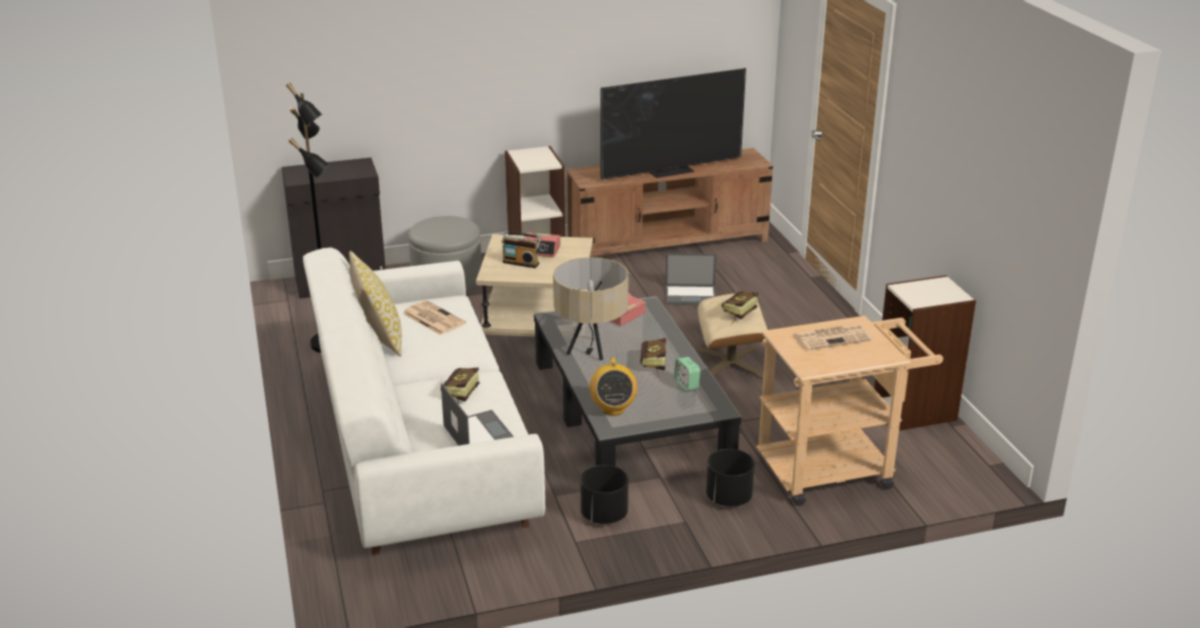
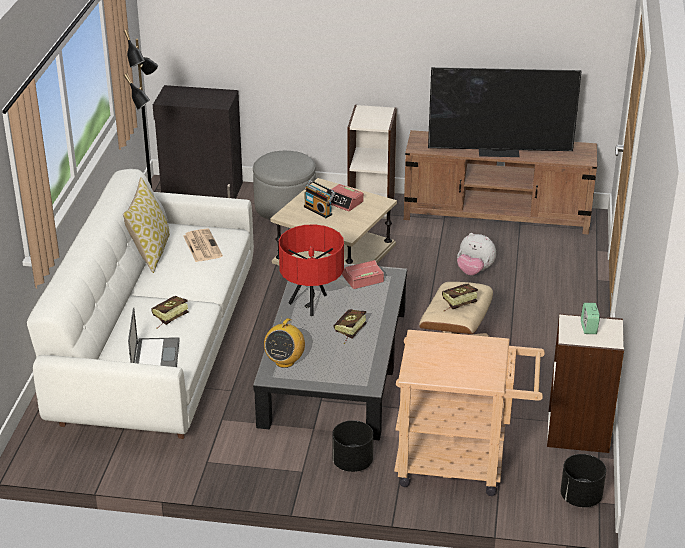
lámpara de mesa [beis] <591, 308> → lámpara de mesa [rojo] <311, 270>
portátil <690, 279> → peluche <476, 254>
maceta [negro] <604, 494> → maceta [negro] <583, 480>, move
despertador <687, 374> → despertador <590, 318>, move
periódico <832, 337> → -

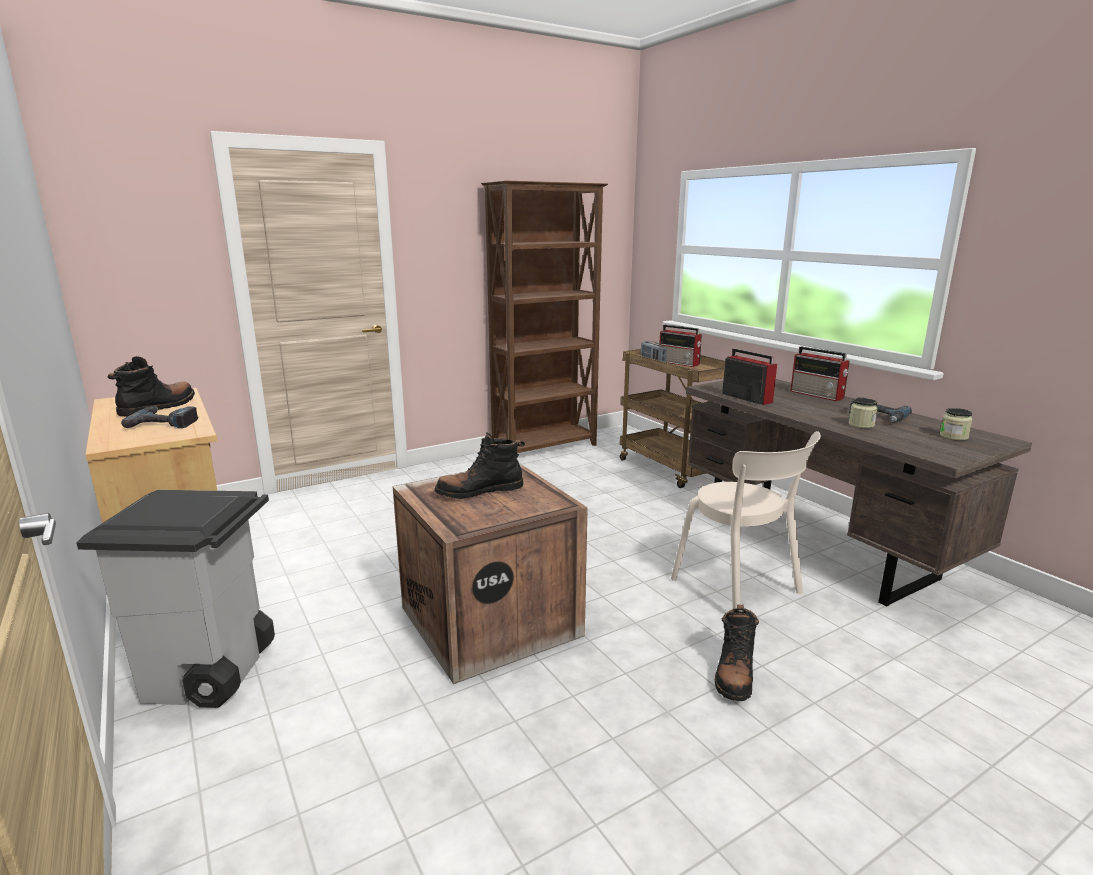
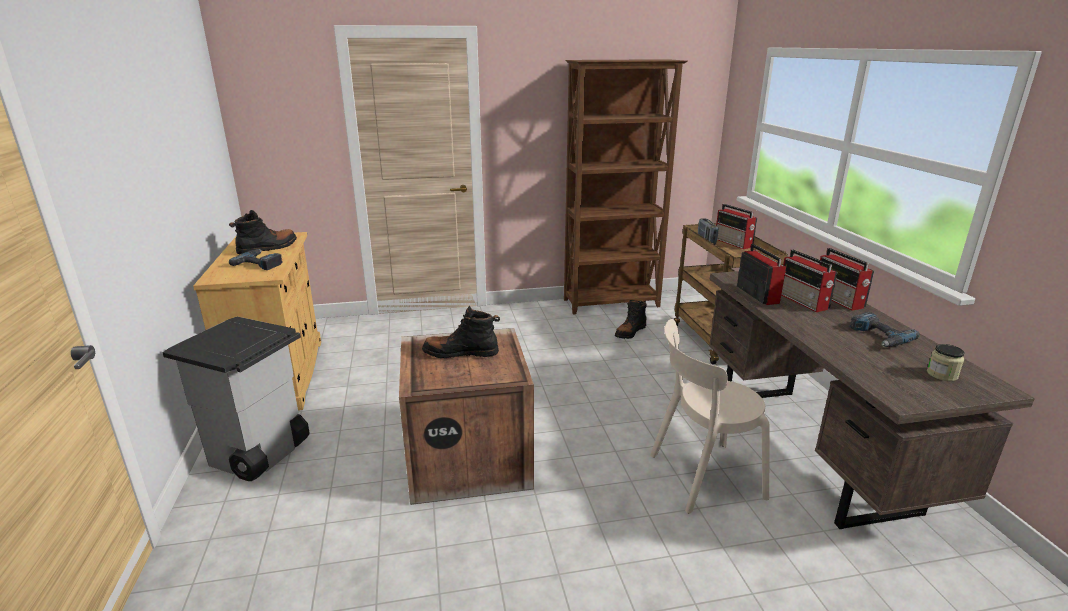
bota [negro] <737, 653> → bota [negro] <631, 319>, move
silla [beis] <746, 520> → silla [beis] <710, 416>, 90 degrees clockwise
- → radio <809, 281>
tarro <863, 413> → -

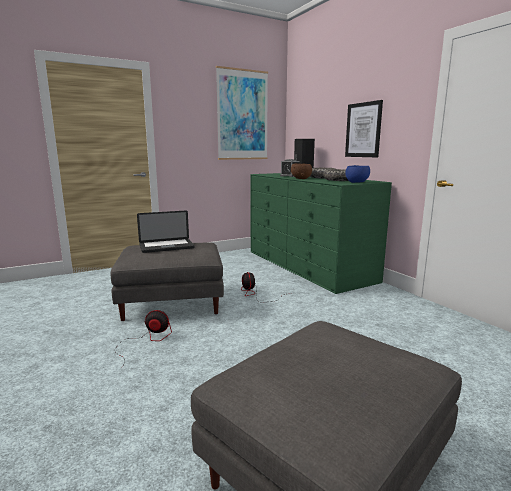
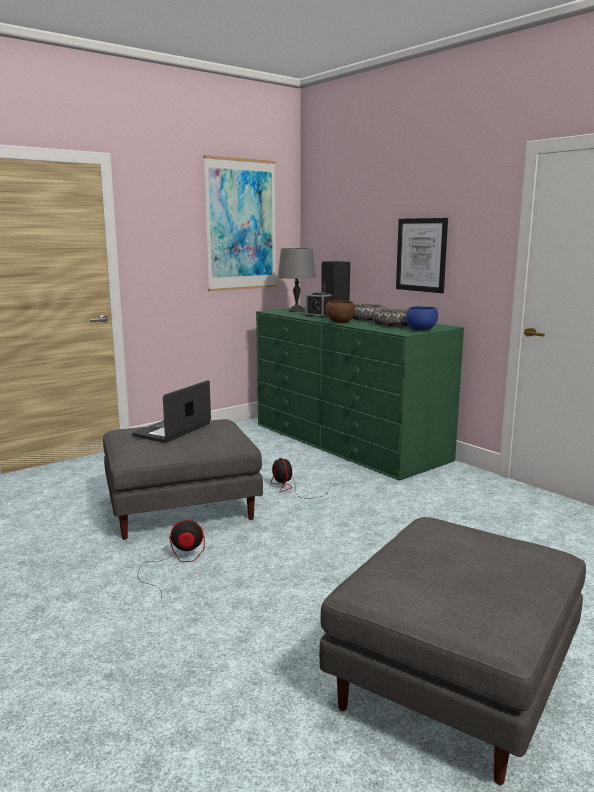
portátil <166, 232> → portátil <171, 411>, 150 degrees clockwise
- → lámpara de mesa [gris] <297, 280>

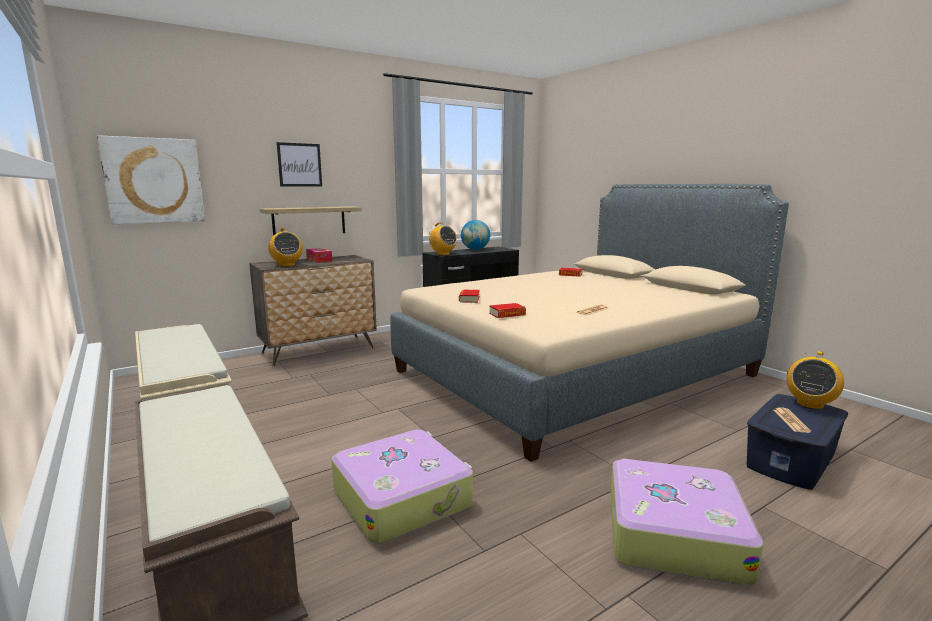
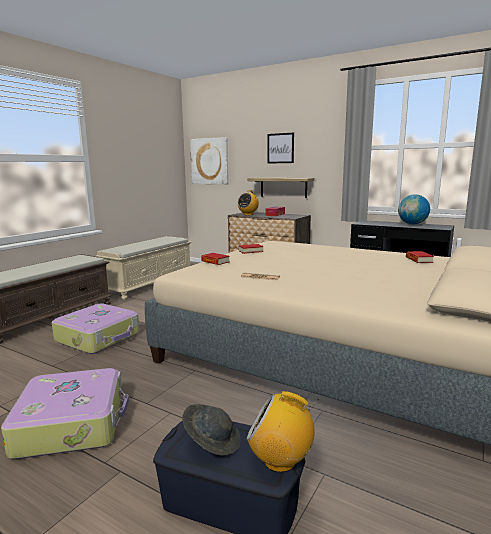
periódico <792, 420> → sombrero [gris] <211, 430>
radio <443, 238> → -

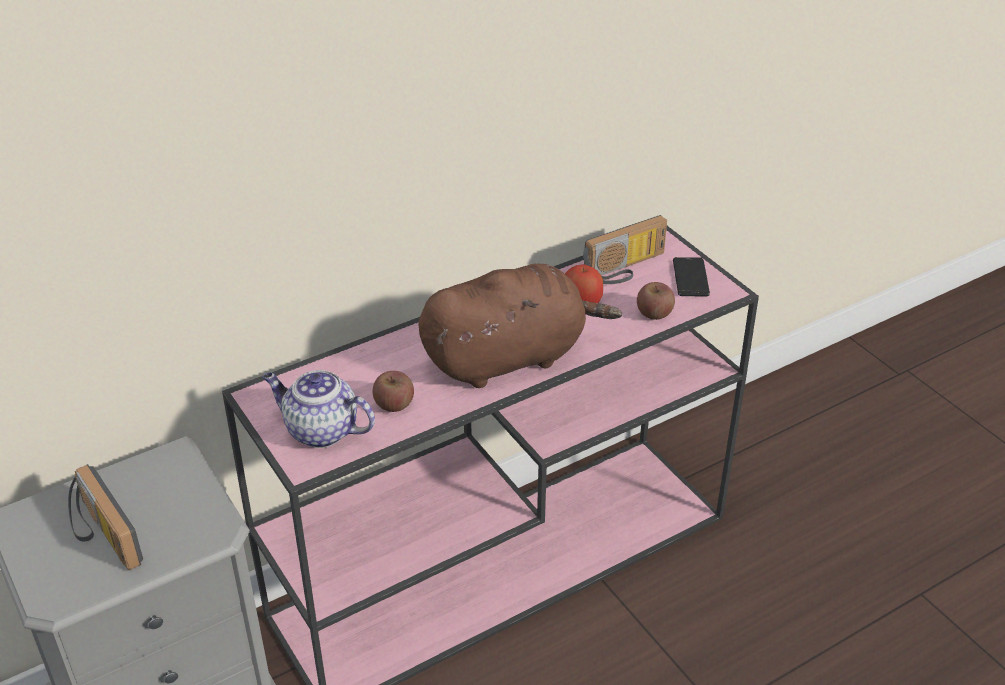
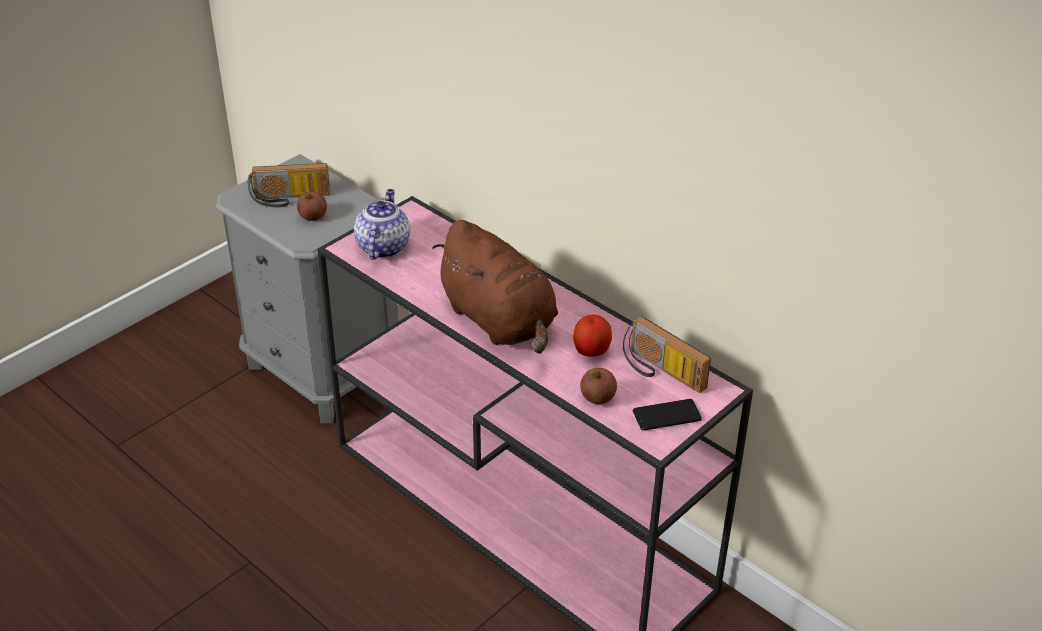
radio <105, 517> → radio <288, 185>, 135 degrees counterclockwise
manzana <393, 391> → manzana <312, 206>, move

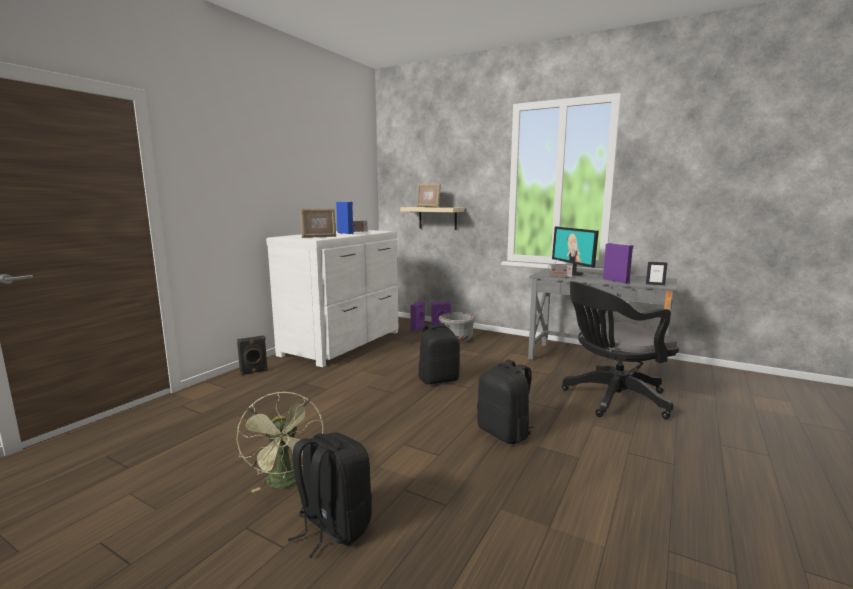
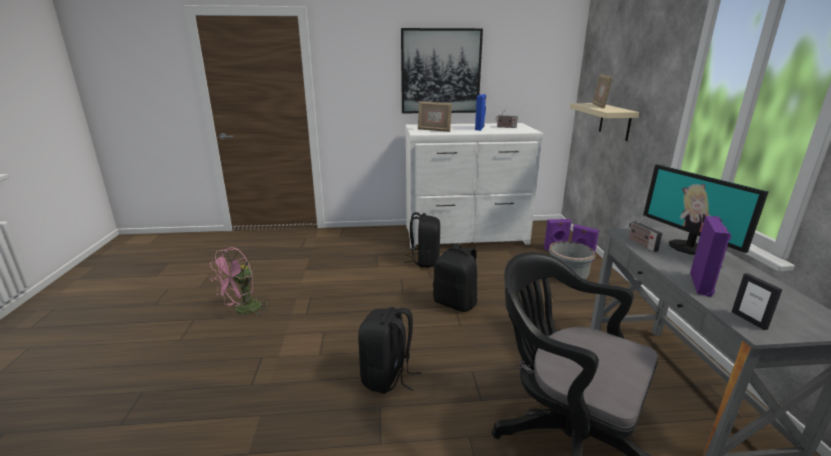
ventilador [verde] <280, 442> → ventilador [rosa] <240, 281>
- → cuadro <442, 70>
mochila [negro] <330, 495> → mochila [negro] <422, 239>, move
monitor <575, 251> → monitor <706, 209>, 60 degrees counterclockwise
altavoz [negro] <252, 355> → -

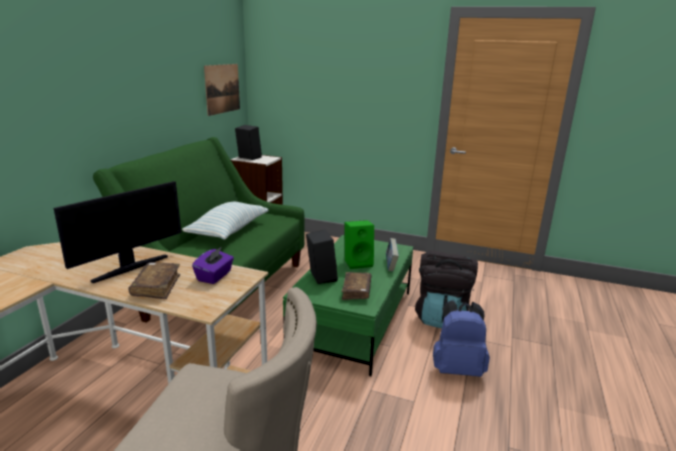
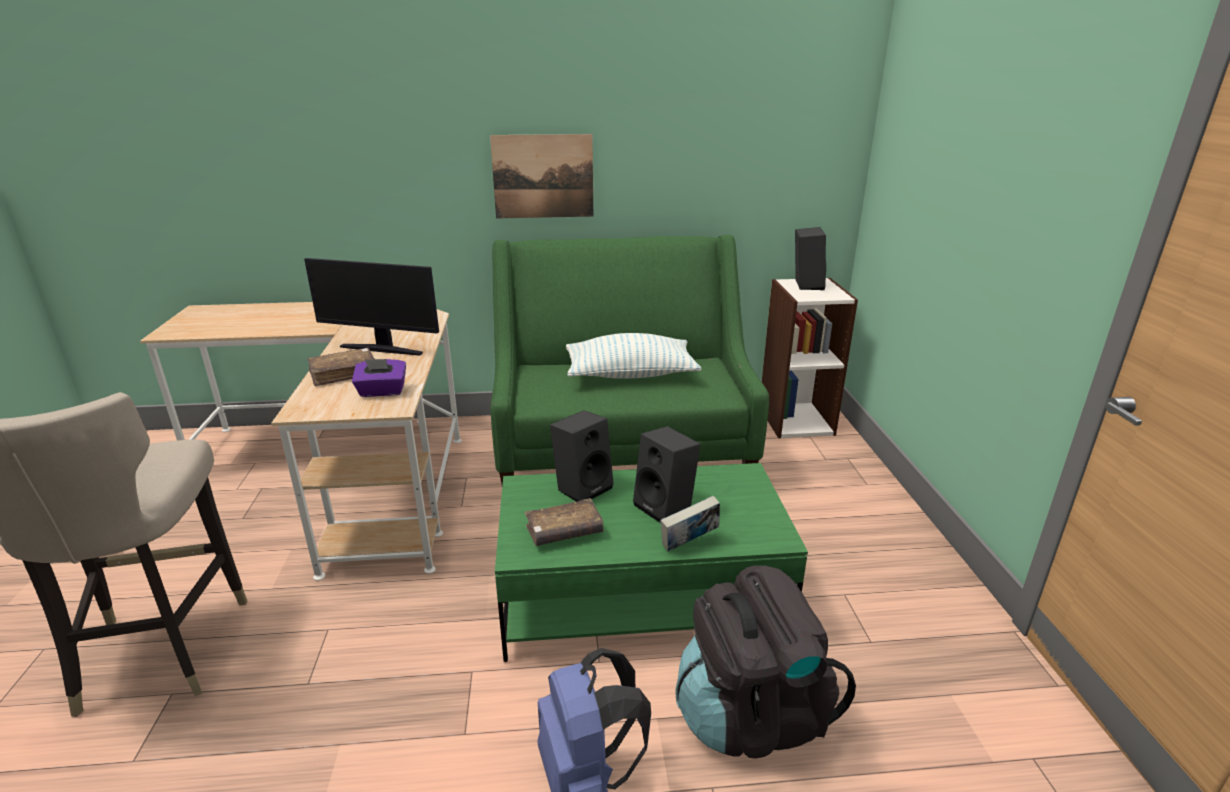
cuadro <222, 90> → cuadro <542, 176>, move
altavoz [verde] <359, 244> → altavoz [negro] <667, 474>

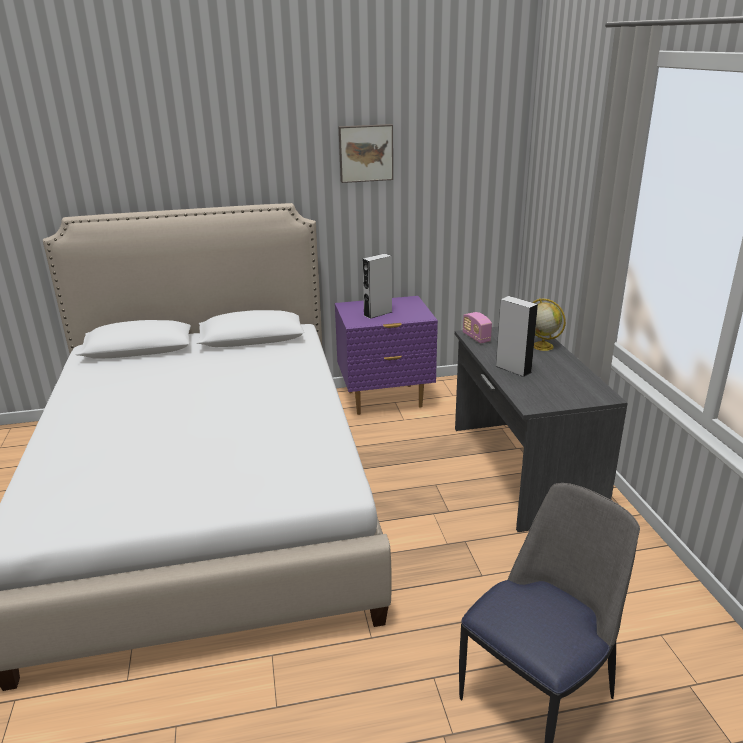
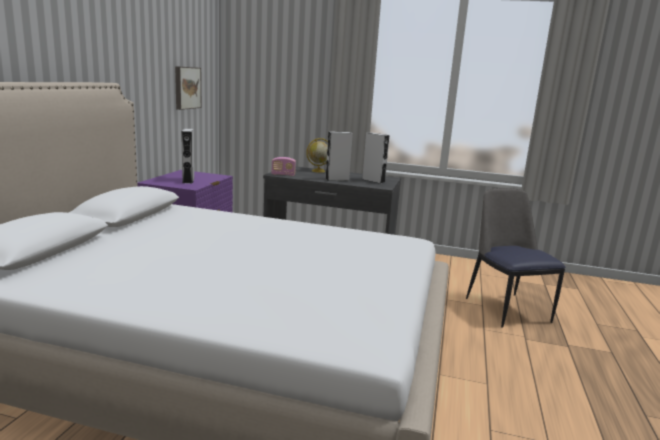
cuadro <366, 153> → cuadro <188, 88>, move
- → altavoz [gris] <375, 158>

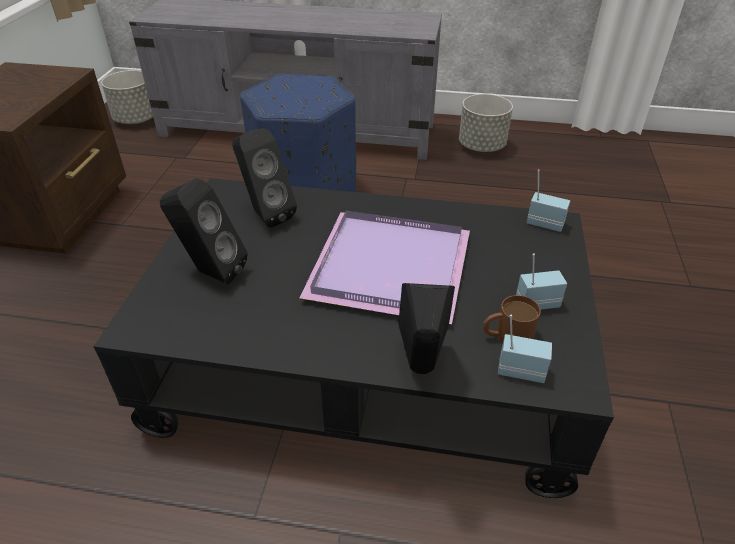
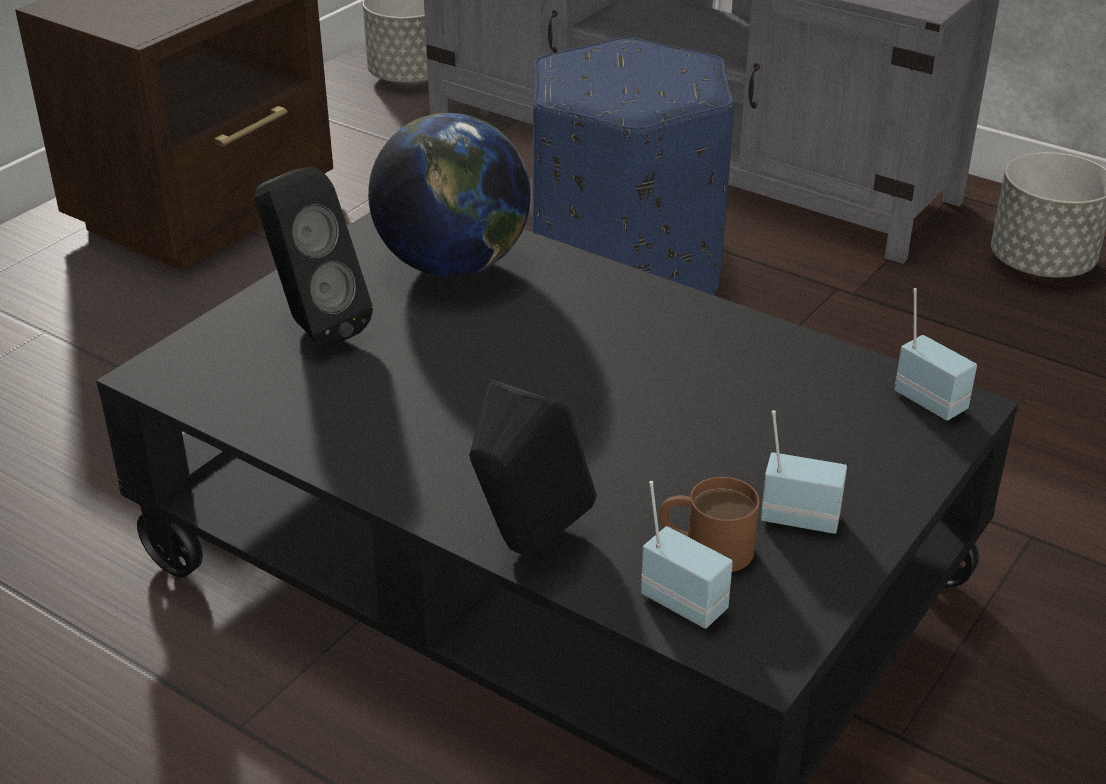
altavoz [negro] <264, 178> → globo terráqueo <449, 195>
bandeja [morado] <385, 267> → -

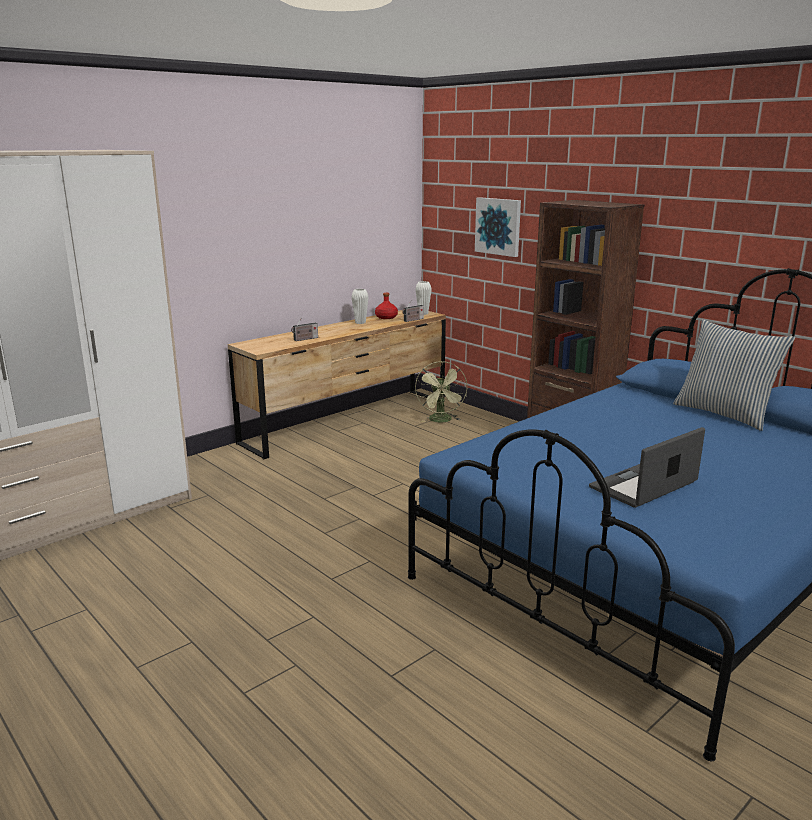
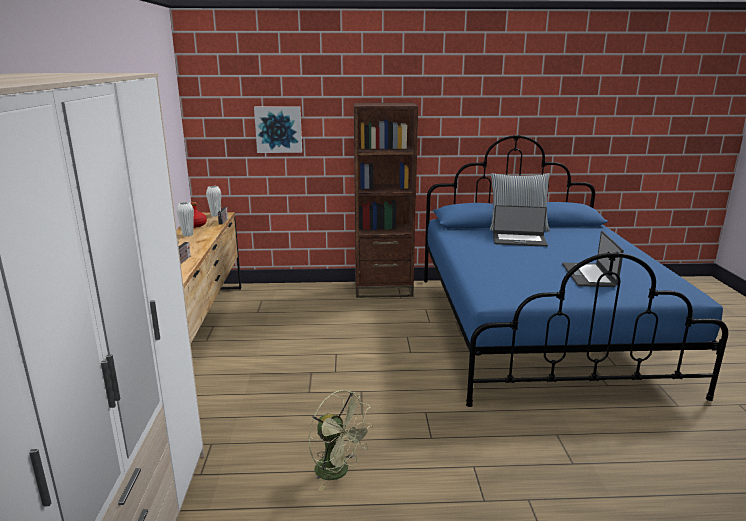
ventilador [verde] <441, 391> → ventilador [verde] <341, 440>, move
- → portátil <520, 226>

